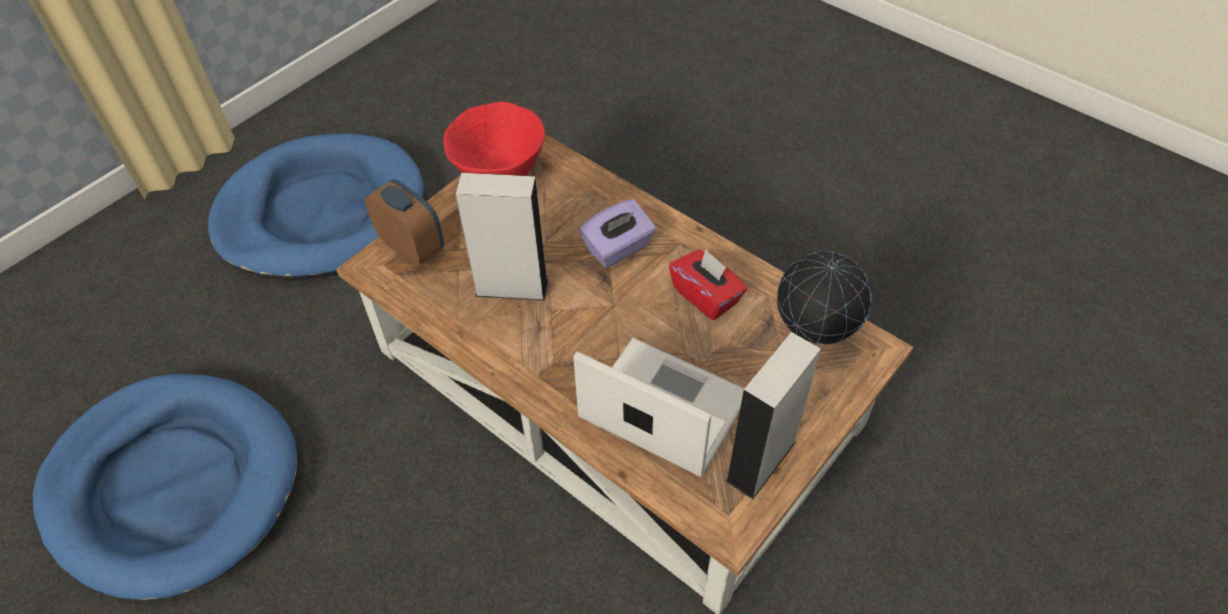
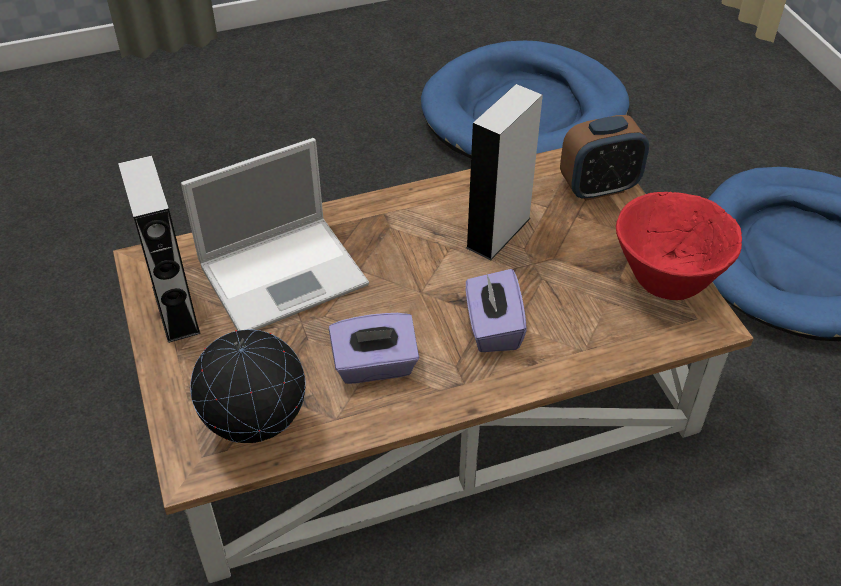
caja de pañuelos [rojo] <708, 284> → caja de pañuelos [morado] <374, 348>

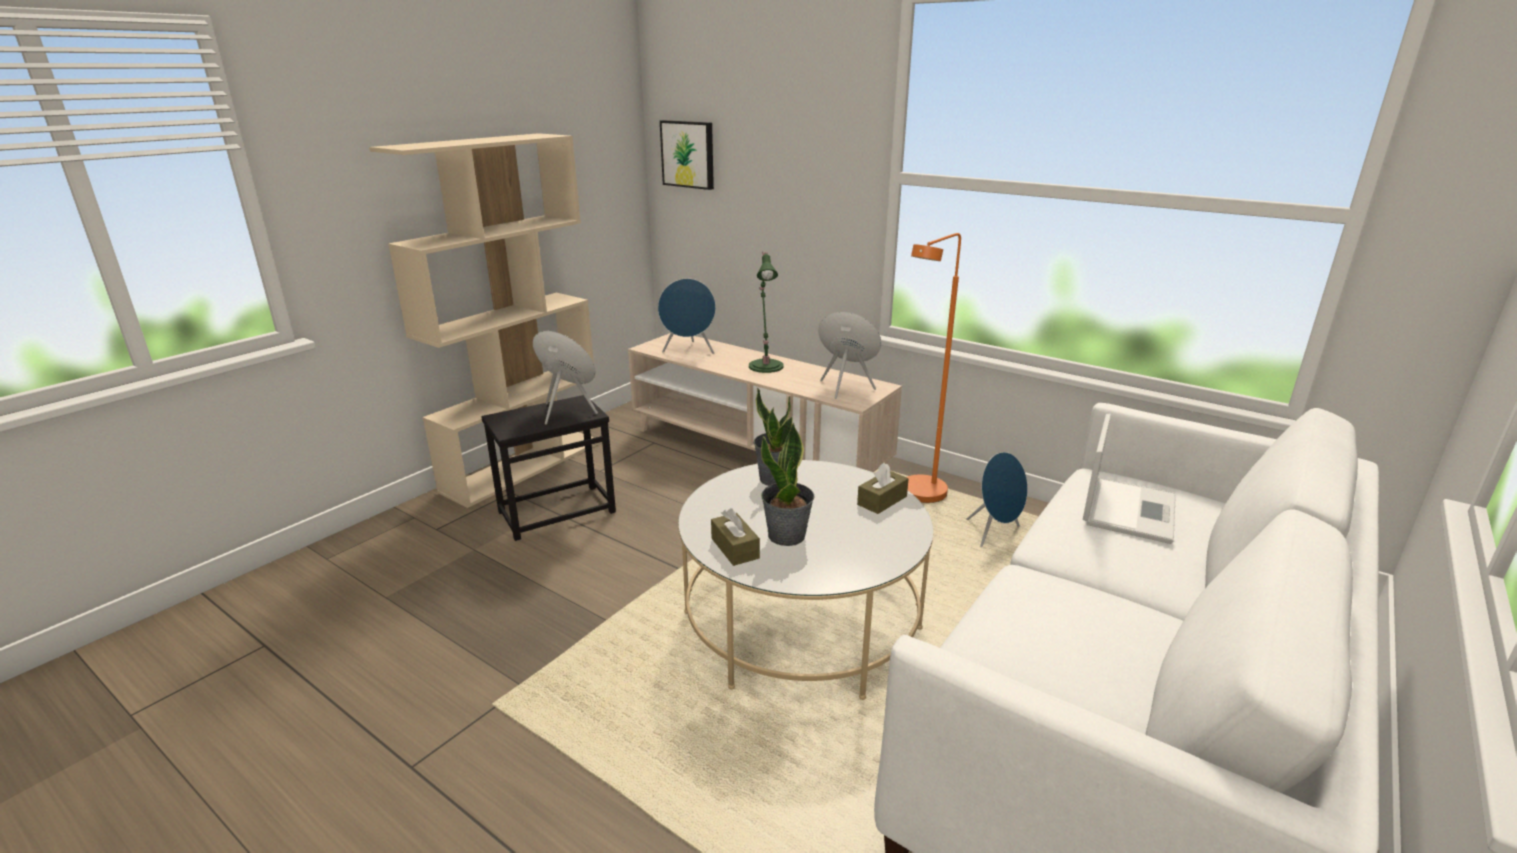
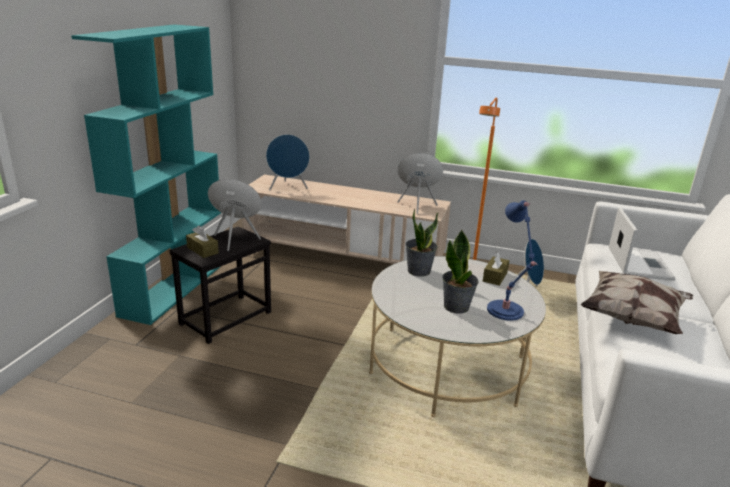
estantería [beis] <485, 320> → estantería [turquesa] <146, 174>
caja de pañuelos [marrón] <735, 537> → caja de pañuelos [marrón] <202, 242>, move
- → lámpara de mesa [azul] <512, 260>
- → cojín <637, 302>
cuadro <687, 155> → -
lámpara de mesa [verde] <766, 312> → -

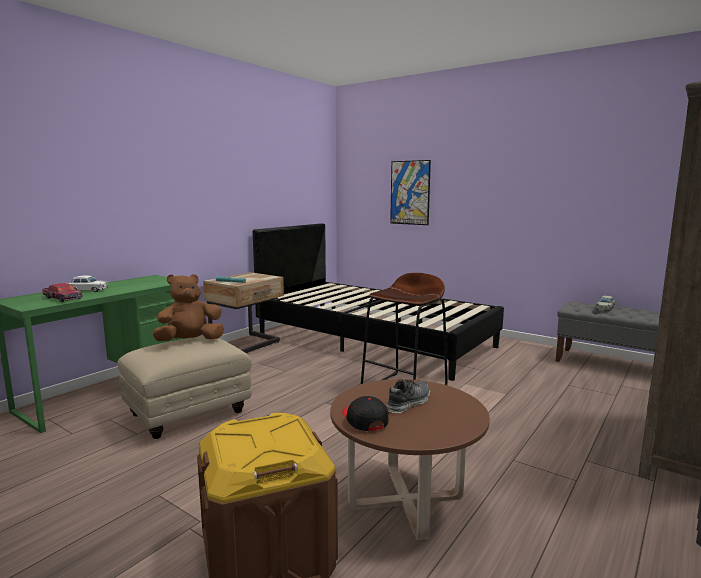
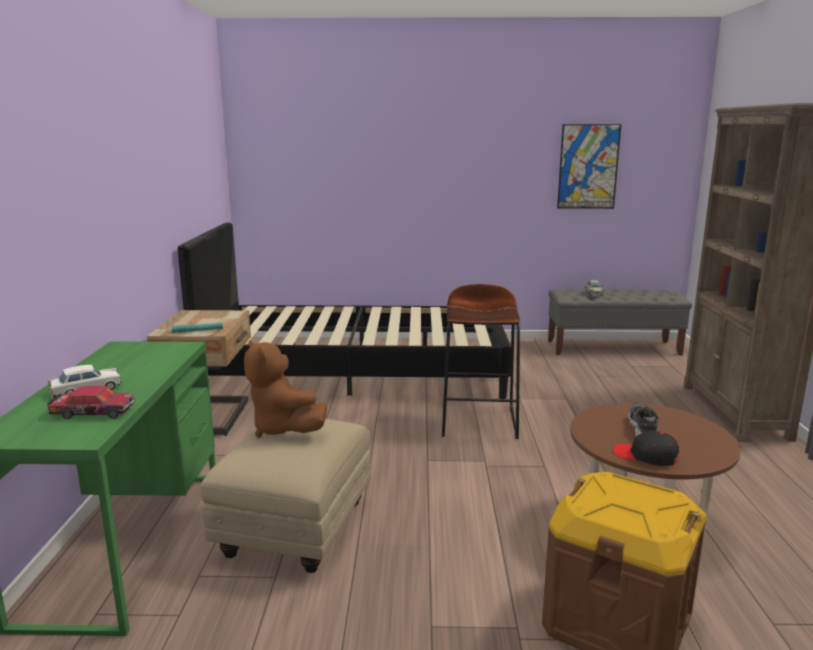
peluche [marrón] <188, 307> → peluche [marrón] <285, 389>, 60 degrees counterclockwise
cuadro <410, 192> → cuadro <589, 166>, move

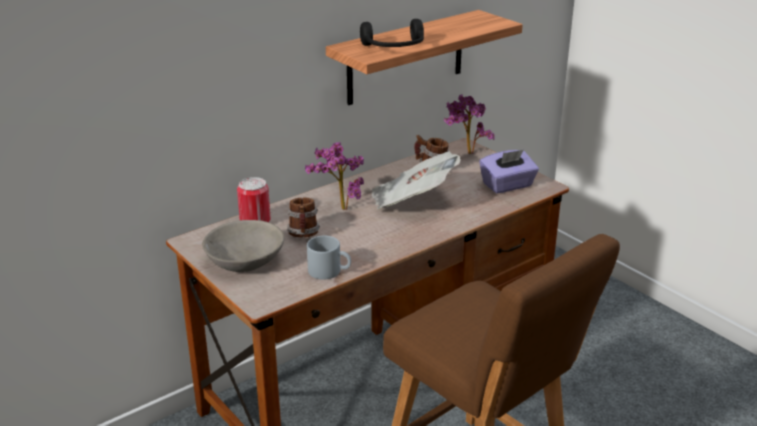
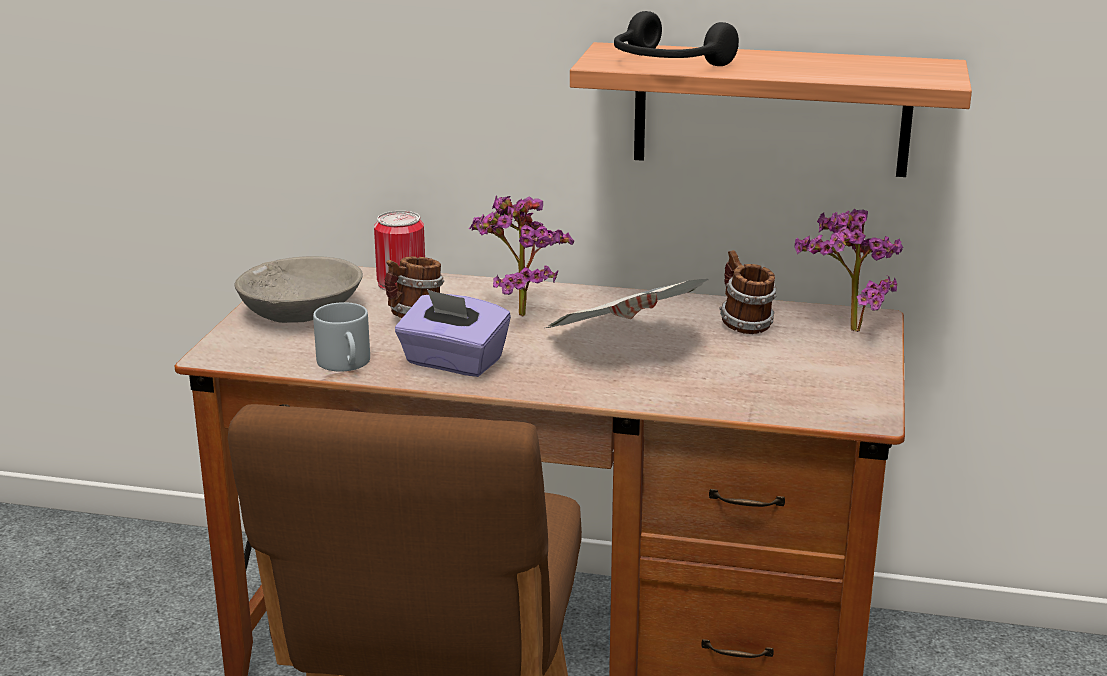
caja de pañuelos [morado] <509, 171> → caja de pañuelos [morado] <453, 333>, move

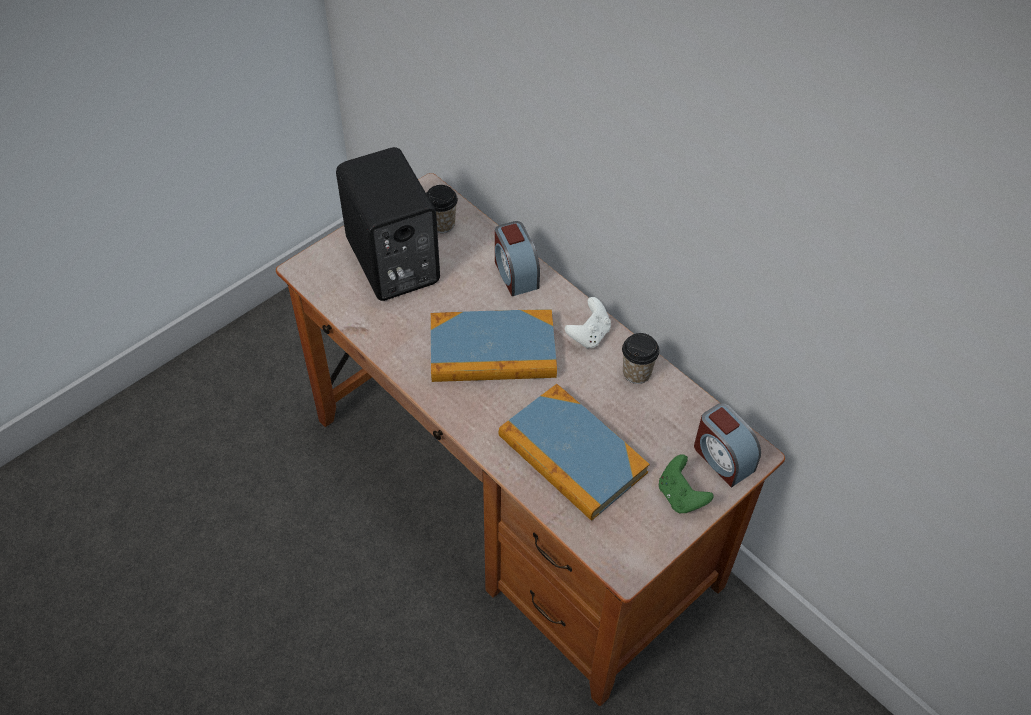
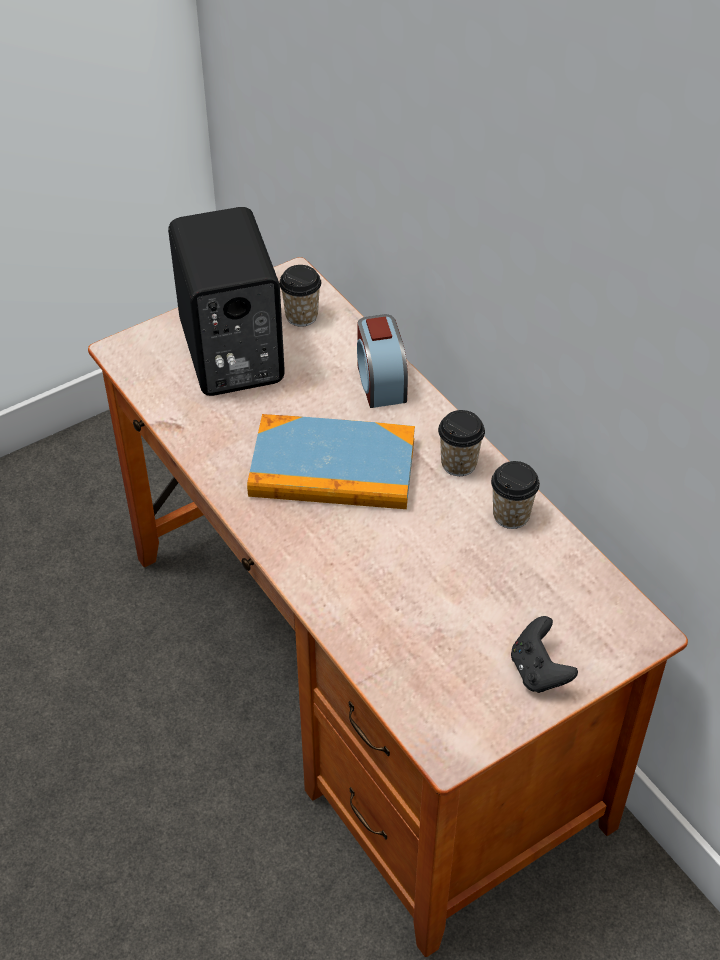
mando de consola [blanco] <588, 323> → taza <461, 443>
mando de consola [verde] <686, 484> → mando de consola [negro] <544, 654>
libro <574, 452> → -
despertador <727, 445> → -

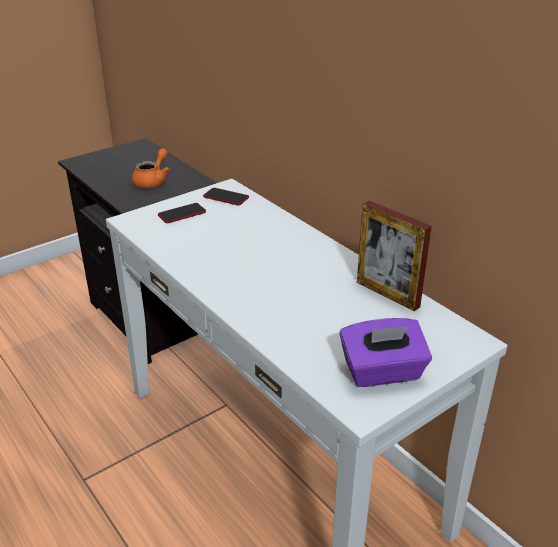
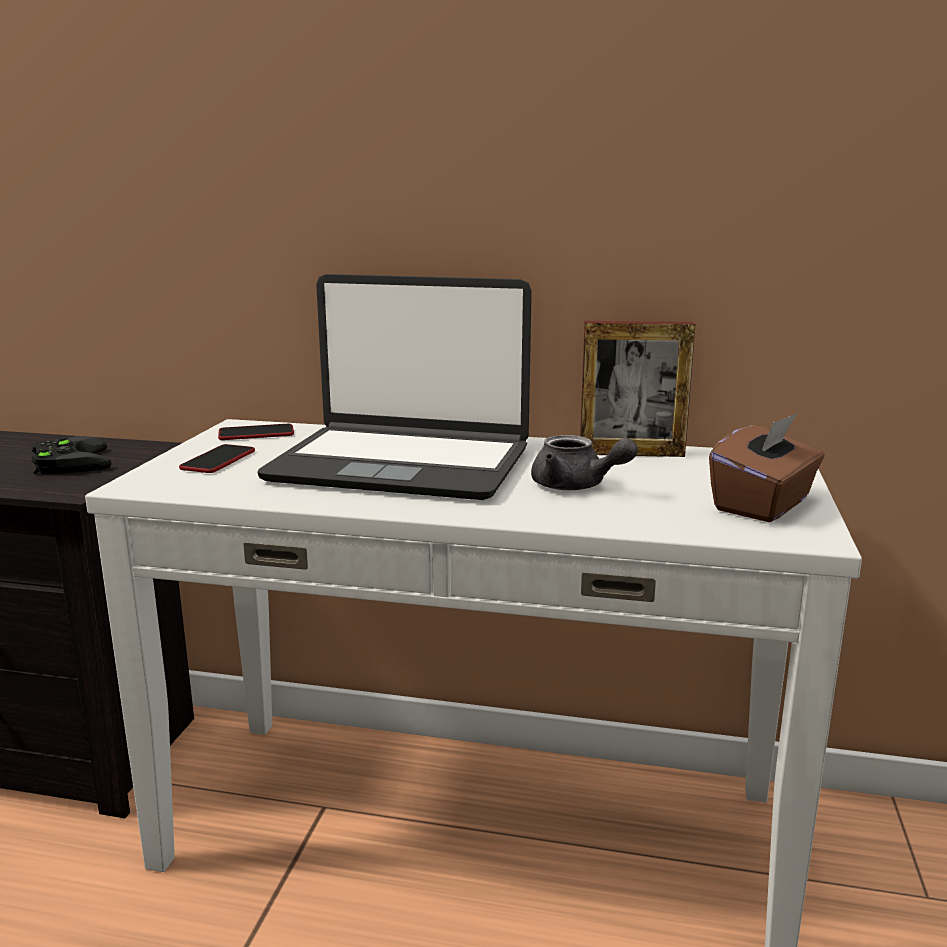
tetera [naranja] <151, 168> → mando de consola [negro] <71, 455>
- → portátil <394, 387>
- → tetera [gris] <584, 462>
caja de pañuelos [morado] <386, 352> → caja de pañuelos [marrón] <766, 467>

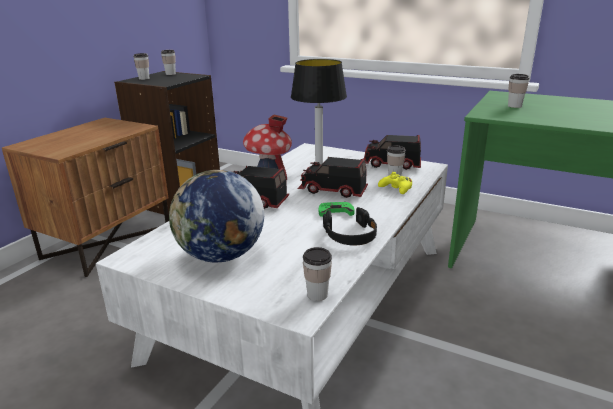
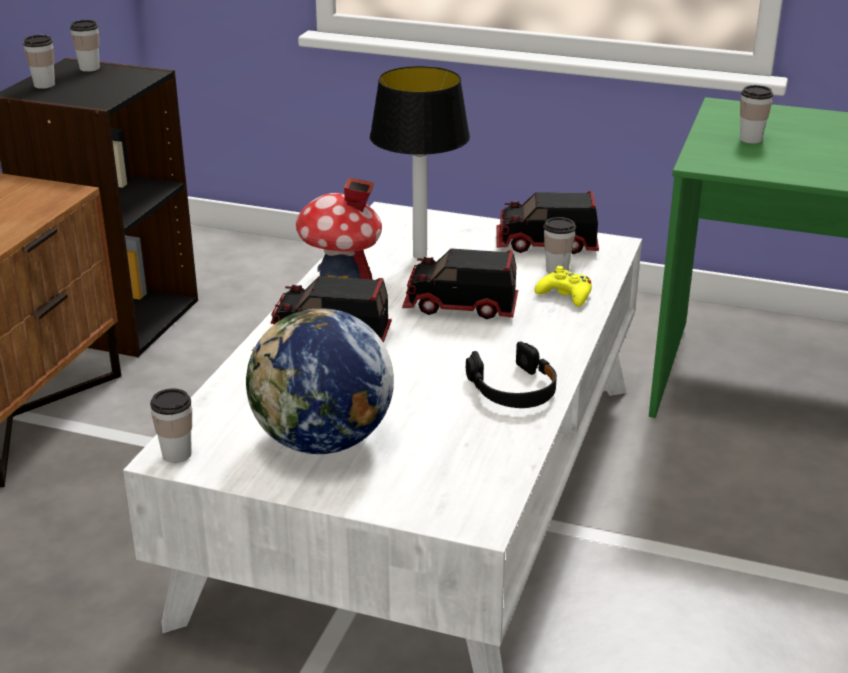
taza <317, 274> → taza <171, 425>, move
mando de consola [verde] <337, 209> → -

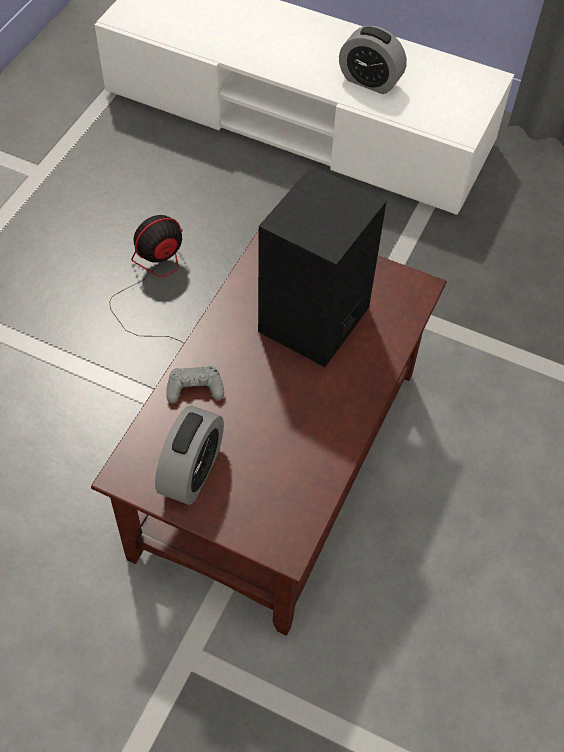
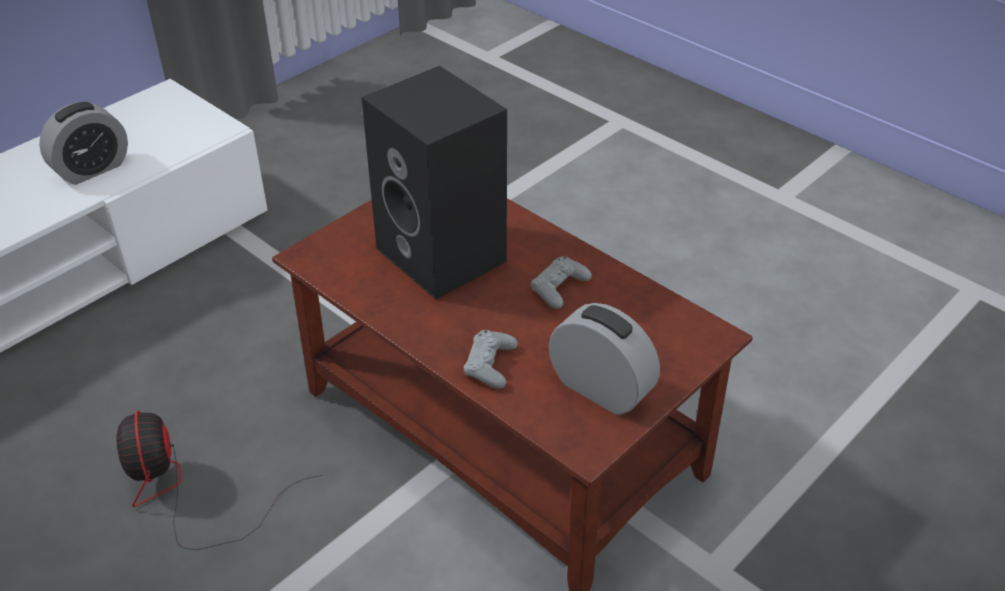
- → mando de consola [gris] <561, 282>

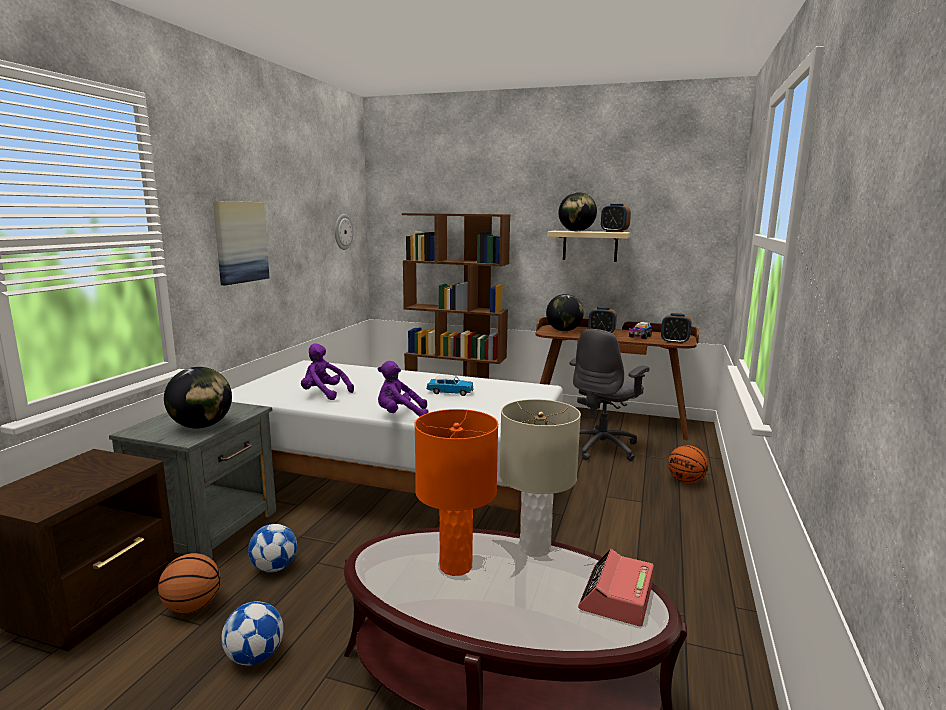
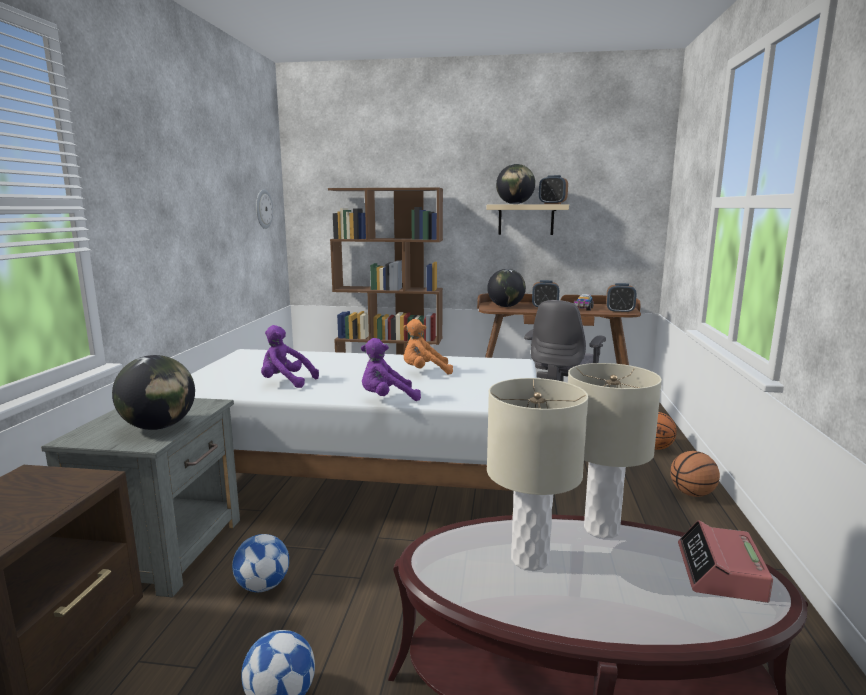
coche de juguete <450, 385> → peluche [naranja] <428, 347>
lámpara de mesa [naranja] <456, 492> → lámpara de mesa [beis] <538, 474>
balón de baloncesto <189, 583> → balón de baloncesto <695, 474>, move
cuadro <241, 243> → -

